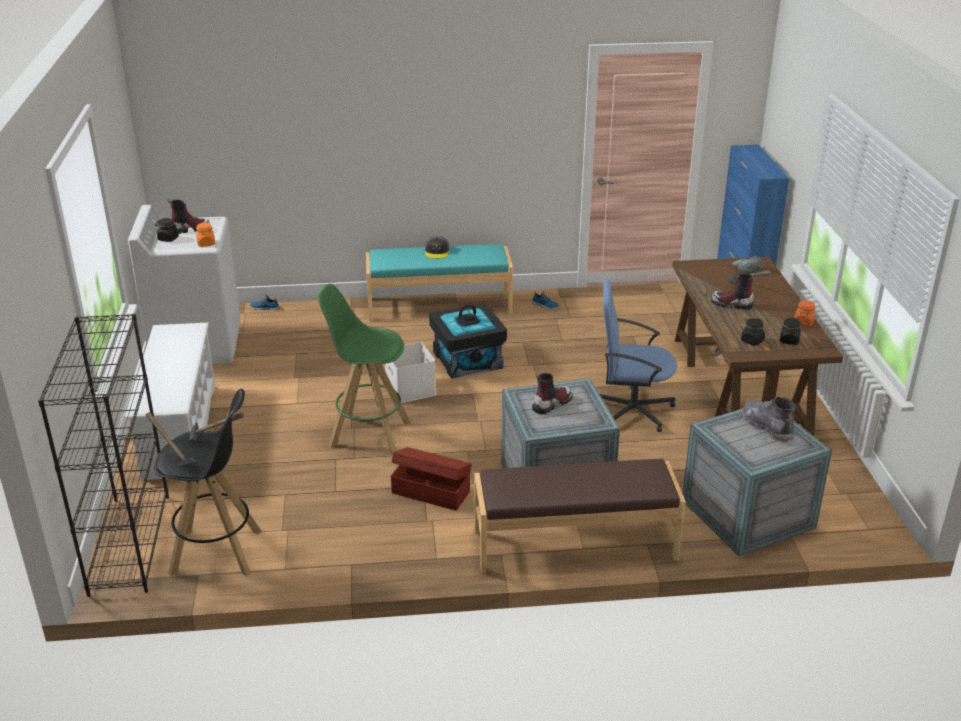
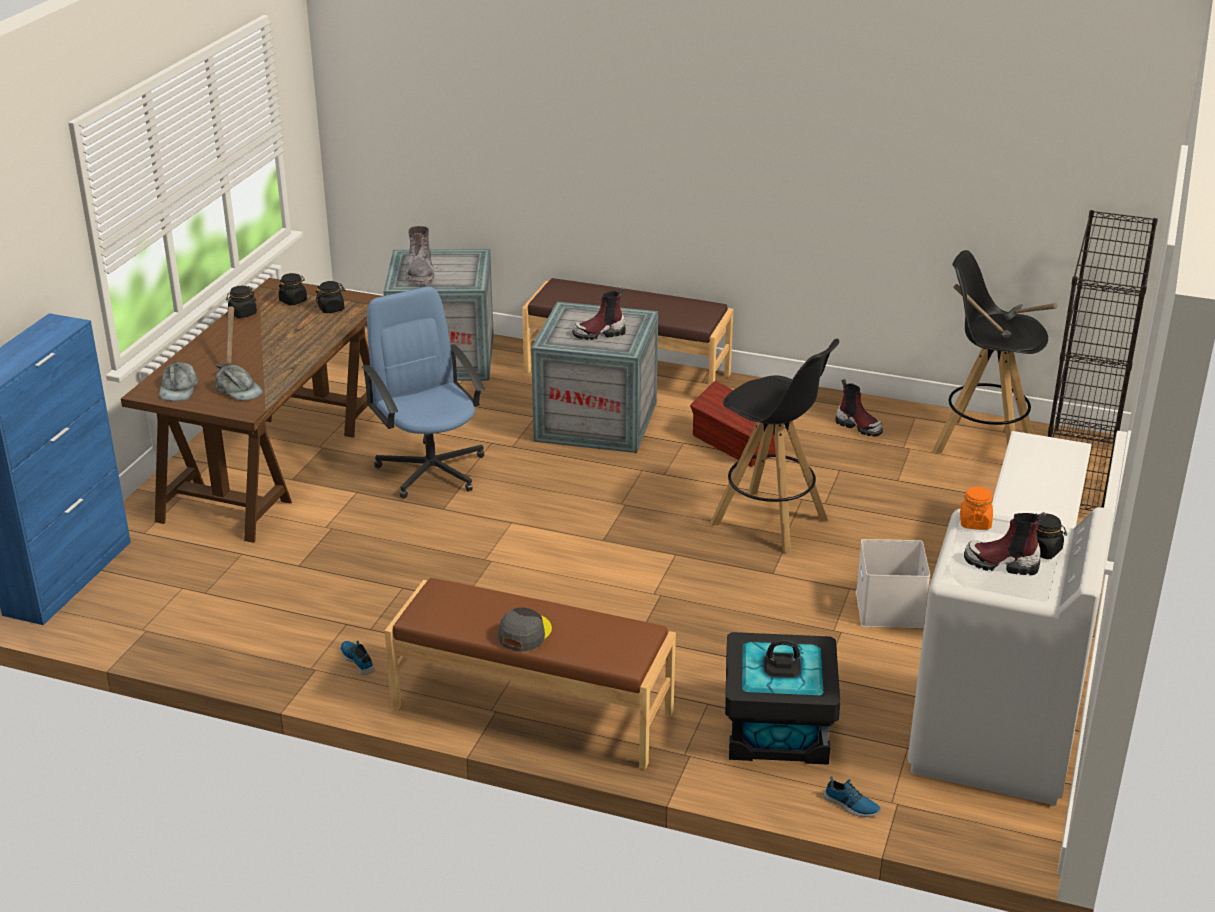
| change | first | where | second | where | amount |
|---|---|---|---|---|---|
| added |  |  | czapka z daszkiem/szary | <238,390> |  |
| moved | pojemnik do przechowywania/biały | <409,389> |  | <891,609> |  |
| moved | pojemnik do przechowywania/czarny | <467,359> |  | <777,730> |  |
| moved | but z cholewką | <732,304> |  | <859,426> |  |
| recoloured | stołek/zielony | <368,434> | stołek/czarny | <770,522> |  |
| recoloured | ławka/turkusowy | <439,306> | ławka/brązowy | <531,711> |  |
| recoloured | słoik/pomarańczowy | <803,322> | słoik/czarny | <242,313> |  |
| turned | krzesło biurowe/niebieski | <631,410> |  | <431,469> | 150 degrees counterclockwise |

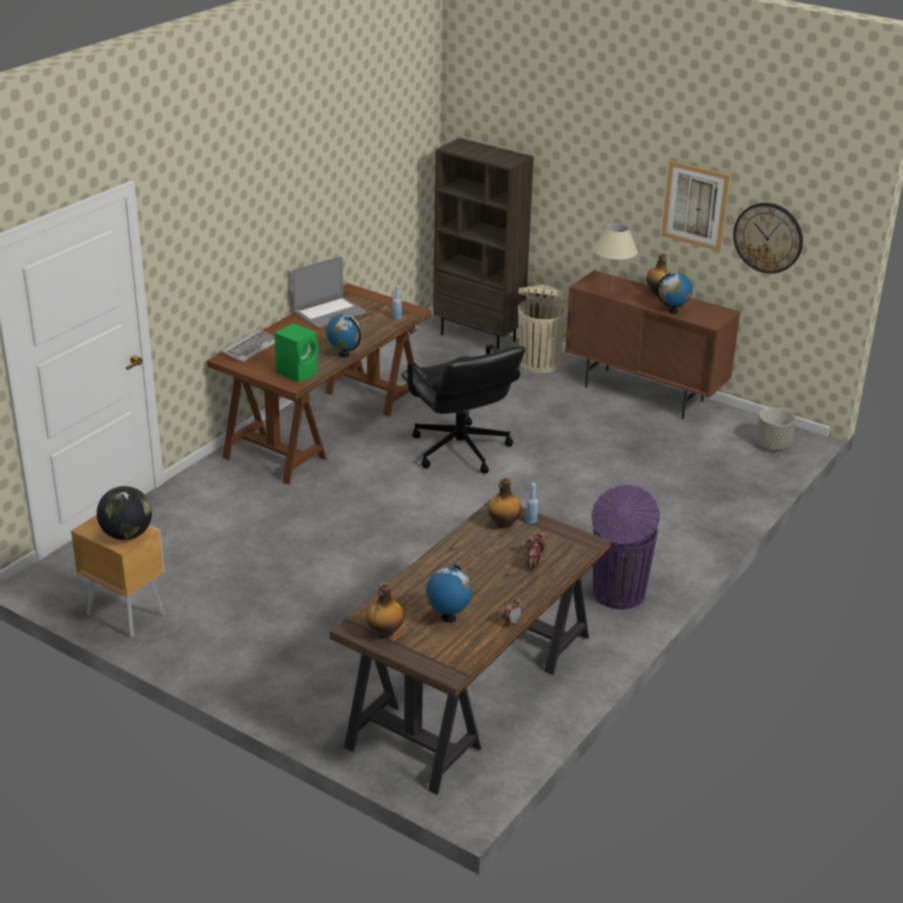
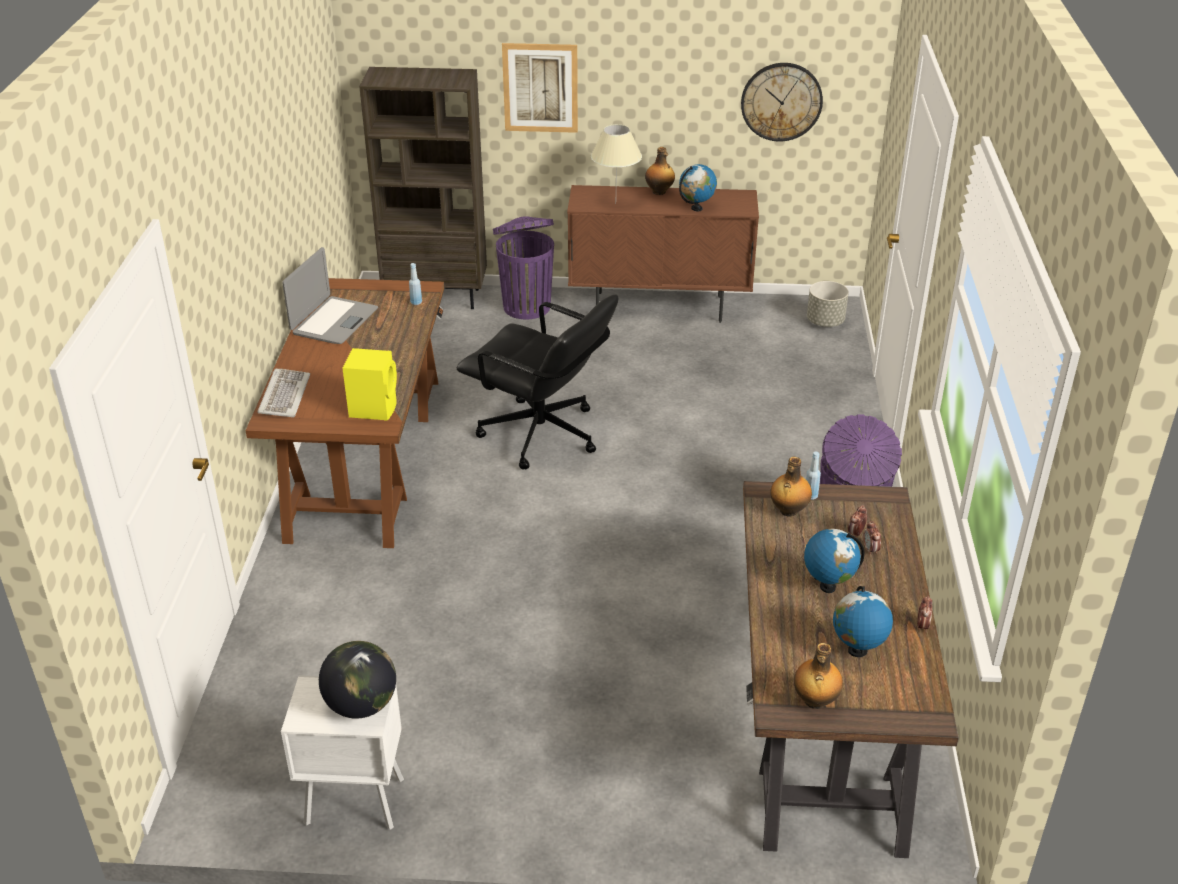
| change | first | where | second | where | amount |
|---|---|---|---|---|---|
| moved | globus | <344,355> |  | <827,586> |  |
| moved | obraz | <695,205> |  | <540,88> |  |
| recoloured | szafka nocna/brązowy | <125,613> | szafka nocna/biały | <352,801> |  |
| recoloured | głośnik/zielony | <298,372> | głośnik/żółty | <374,408> |  |
| recoloured | kosz na śmieci/beżowy | <539,363> | kosz na śmieci/fioletowy | <526,306> |  |

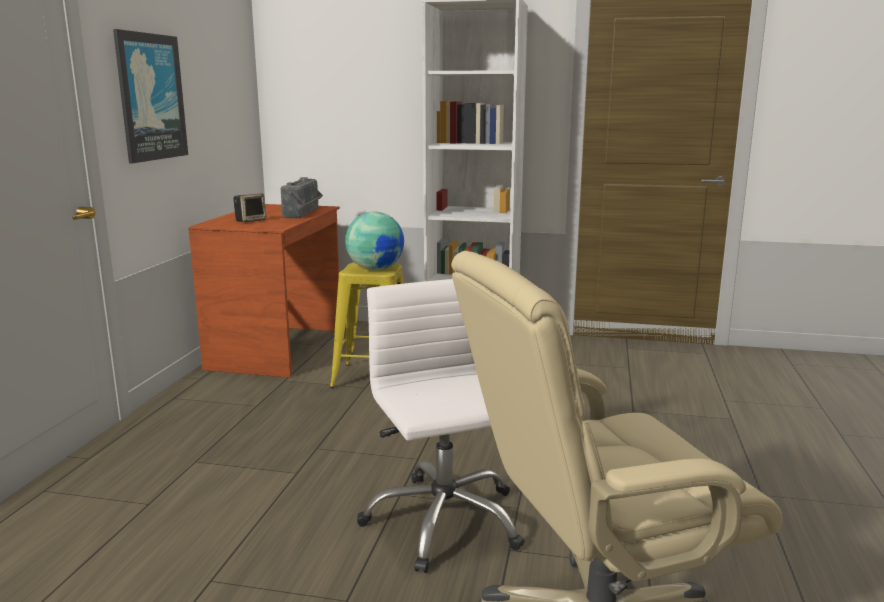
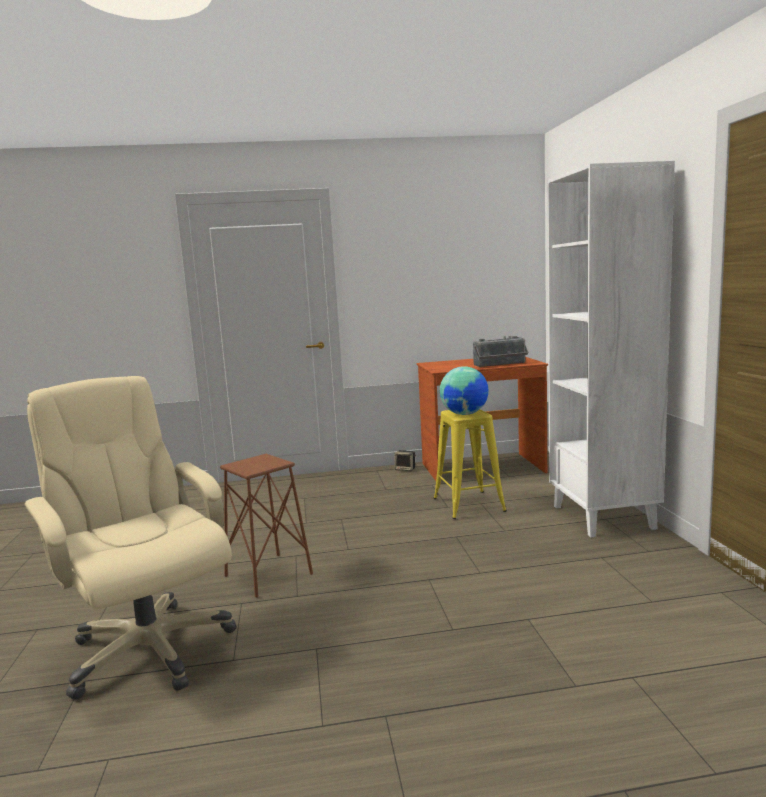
| change | first | where | second | where | amount |
|---|---|---|---|---|---|
| removed | obraz | <150,97> |  |  |  |
| moved | głośnik | <250,221> |  | <405,469> |  |
| replaced | krzesło biurowe/biały | <443,521> | stołek/brązowy | <268,575> |  |

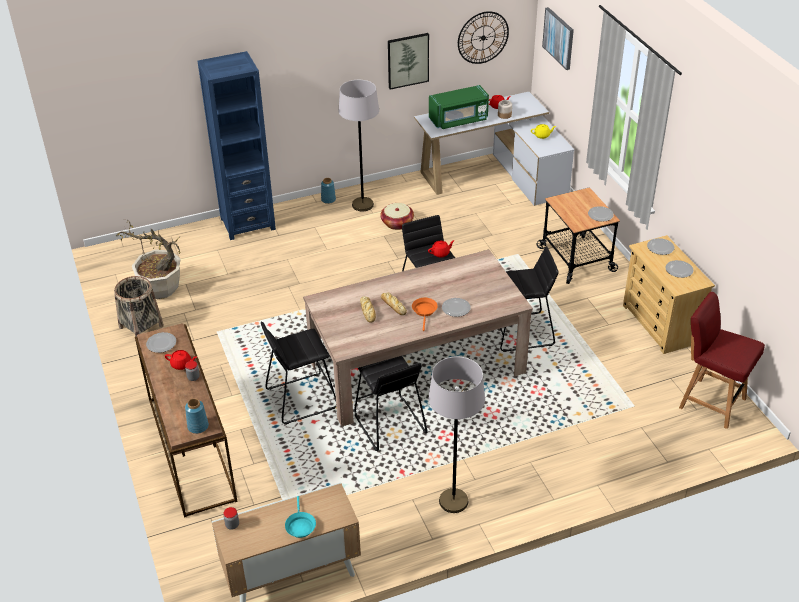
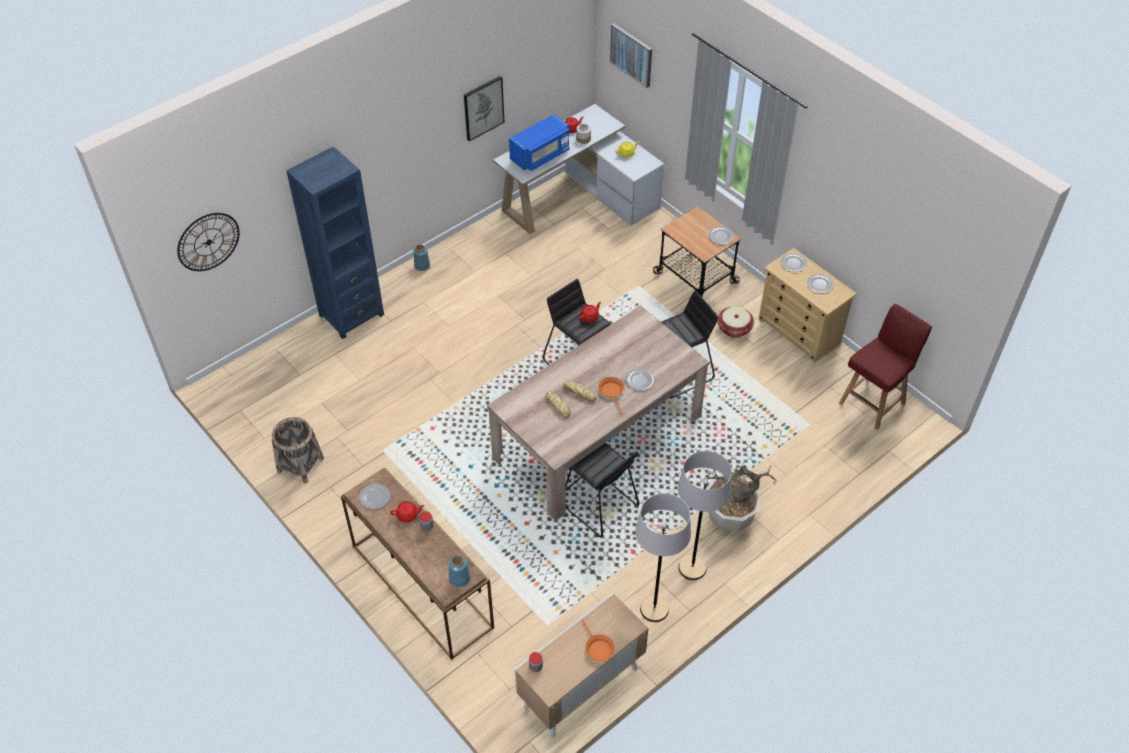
| change | first | where | second | where | amount |
|---|---|---|---|---|---|
| removed | stołek/czarny | <301,398> |  |  |  |
| moved | roślina doniczkowa | <161,289> |  | <729,517> |  |
| moved | lampa stojąca/szary | <362,205> |  | <654,609> |  |
| moved | koszyk | <397,223> |  | <734,328> |  |
| moved | zegar ścienny | <483,37> |  | <208,242> |  |
| recoloured | patelnia/turkusowy | <300,525> | patelnia/pomarańczowy | <598,648> |  |
| recoloured | mikrofalówka/zielony | <458,120> | mikrofalówka/niebieski | <540,155> |  |
| turned | krzesło/czerwony | <710,402> |  | <873,402> | 120 degrees clockwise |

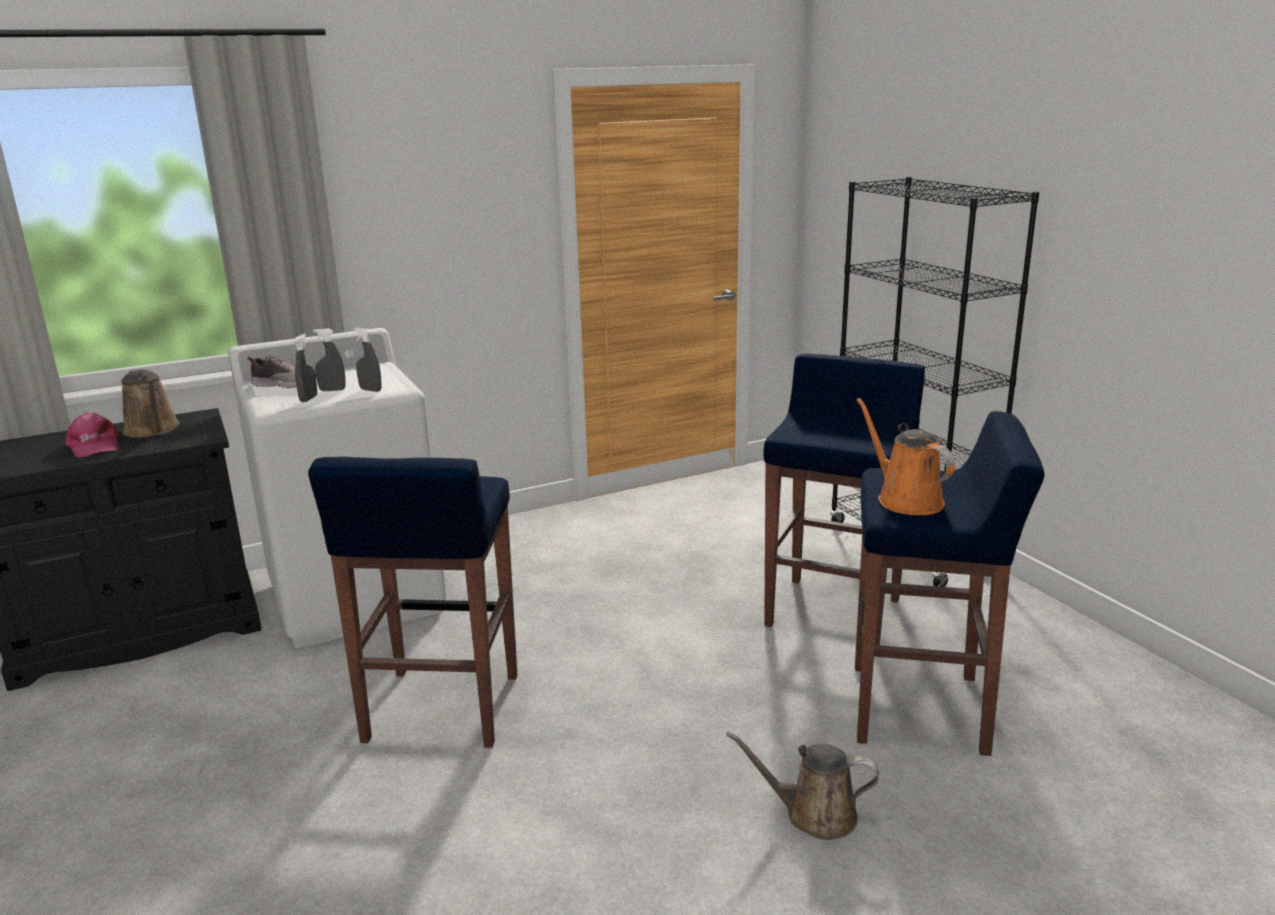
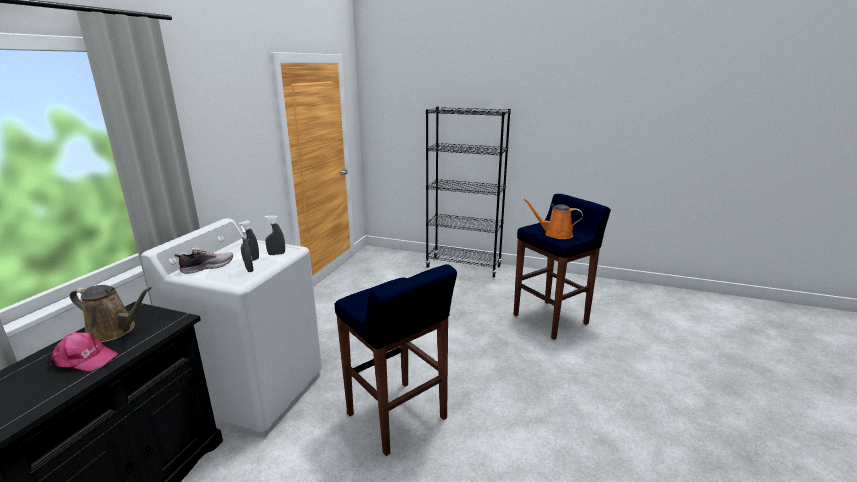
| change | first | where | second | where | amount |
|---|---|---|---|---|---|
| removed | konewka/brązowy | <813,814> |  |  |  |
| removed | stołek/niebieski | <834,611> |  |  |  |

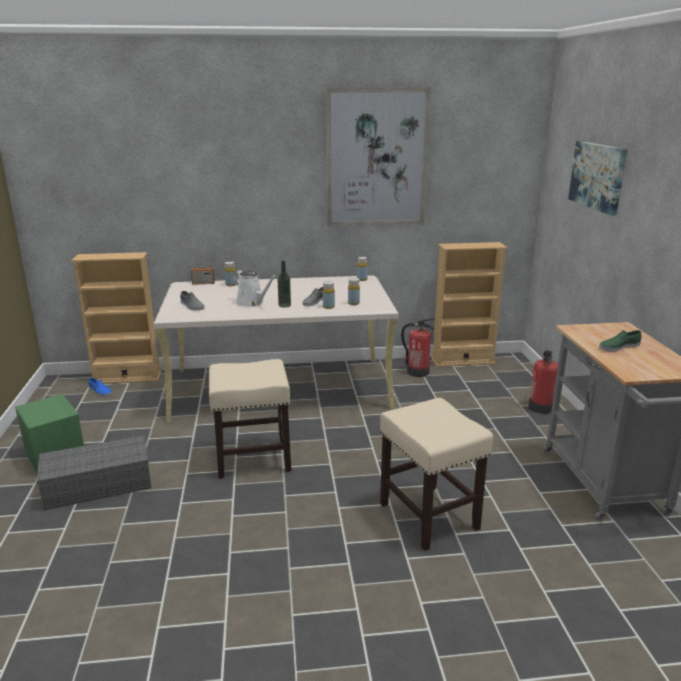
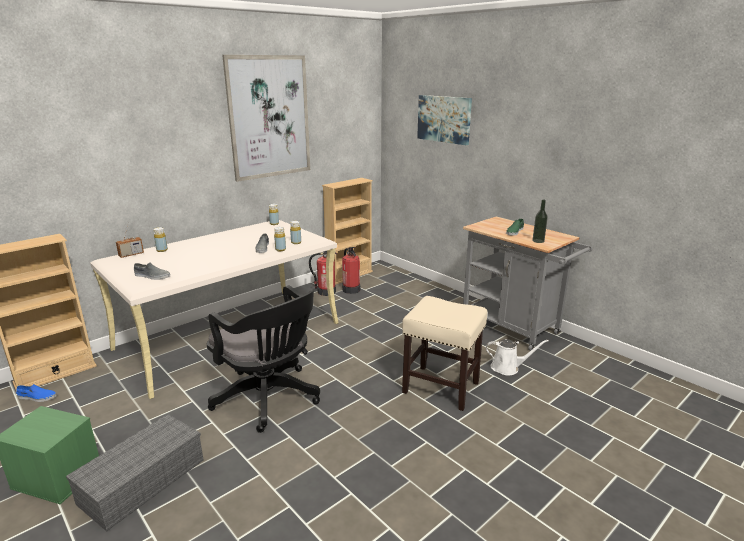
| change | first | where | second | where | amount |
|---|---|---|---|---|---|
| moved | konewka/biały | <252,303> |  | <507,368> |  |
| moved | butelka | <284,305> |  | <538,241> |  |
| moved | gaśnica | <541,407> |  | <351,289> |  |
| replaced | stołek/beżowy | <252,459> | krzesło biurowe/czarny | <269,399> |  |

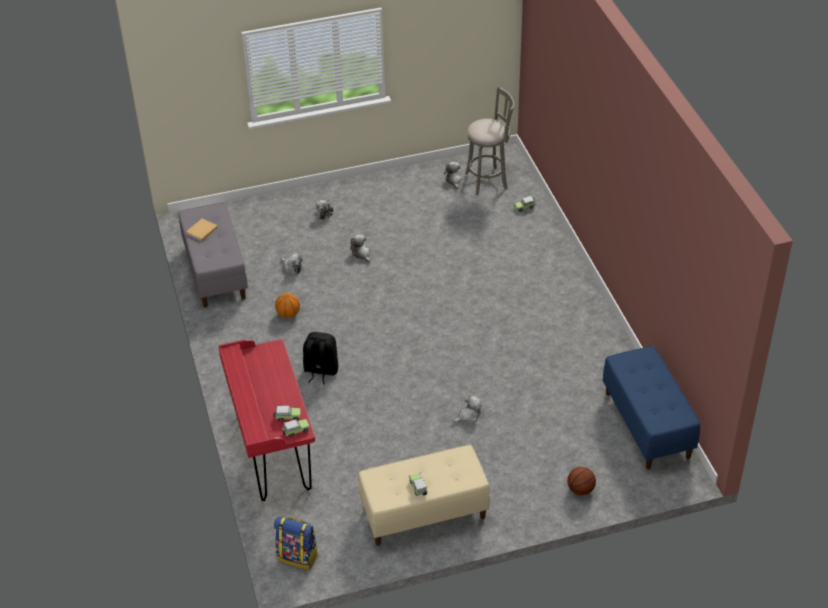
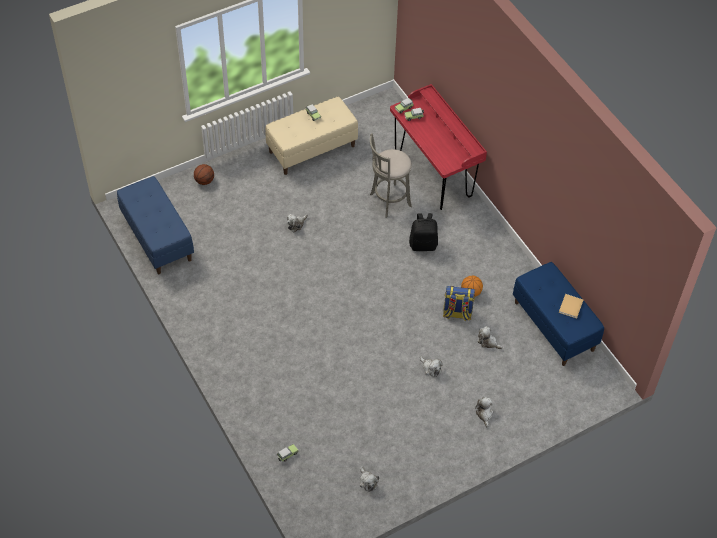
| change | first | where | second | where | amount |
|---|---|---|---|---|---|
| moved | plecak | <298,556> |  | <457,313> |  |
| moved | stołek/szary | <489,180> |  | <388,201> |  |
| recoloured | ławka/szary | <215,272> | ławka/niebieski | <554,326> |  |

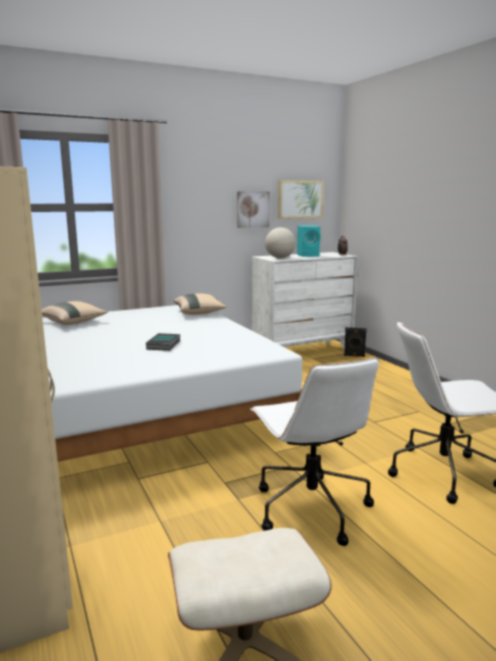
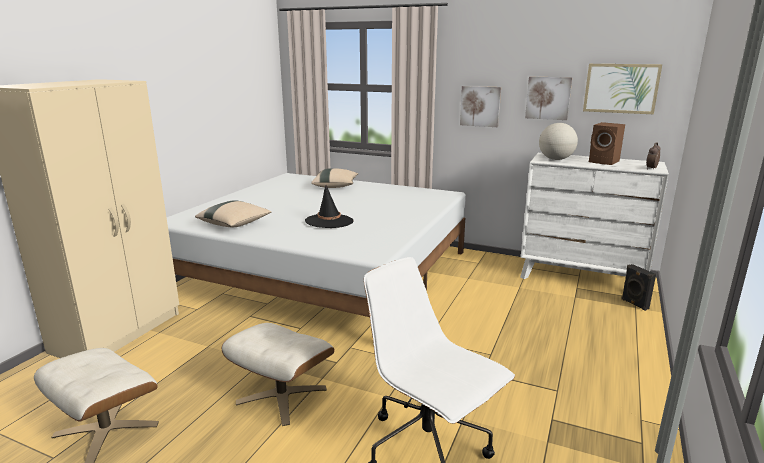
| change | first | where | second | where | amount |
|---|---|---|---|---|---|
| added |  |  | obraz | <480,106> |  |
| moved | poduszka/beżowy | <199,313> |  | <235,224> |  |
| replaced | książka | <164,345> | kapelusz/czarny | <329,221> |  |
| replaced | krzesło biurowe/biały | <310,507> | pufa/beżowy | <281,396> |  |
| recoloured | głośnik/turkusowy | <308,255> | głośnik/brązowy | <605,162> |  |

